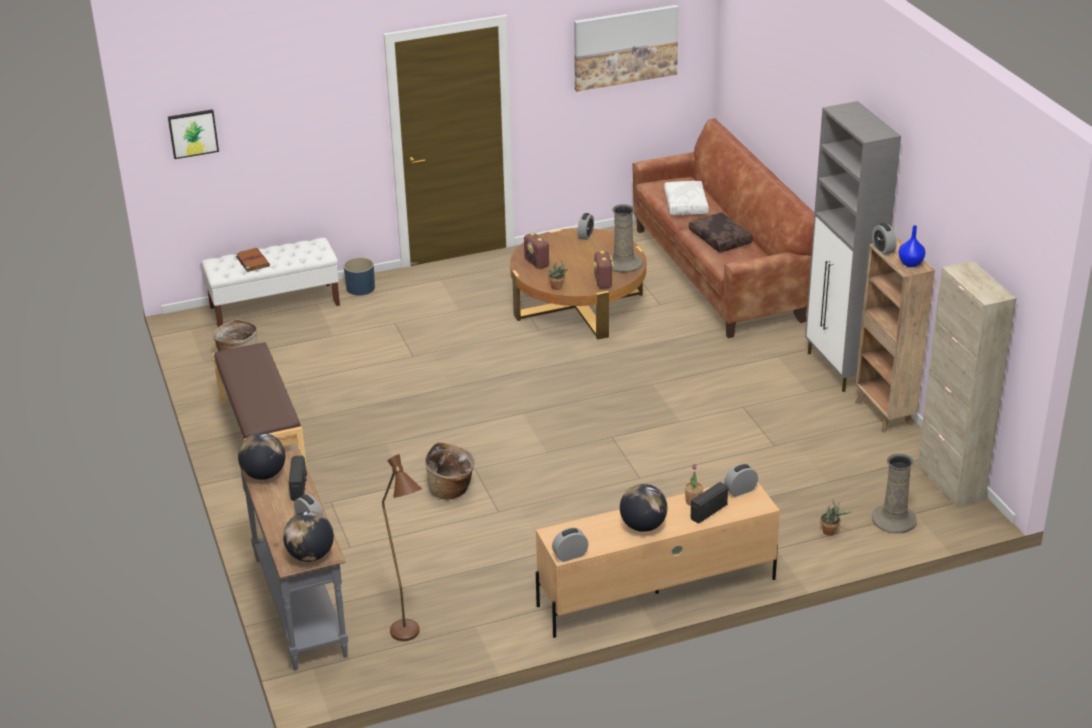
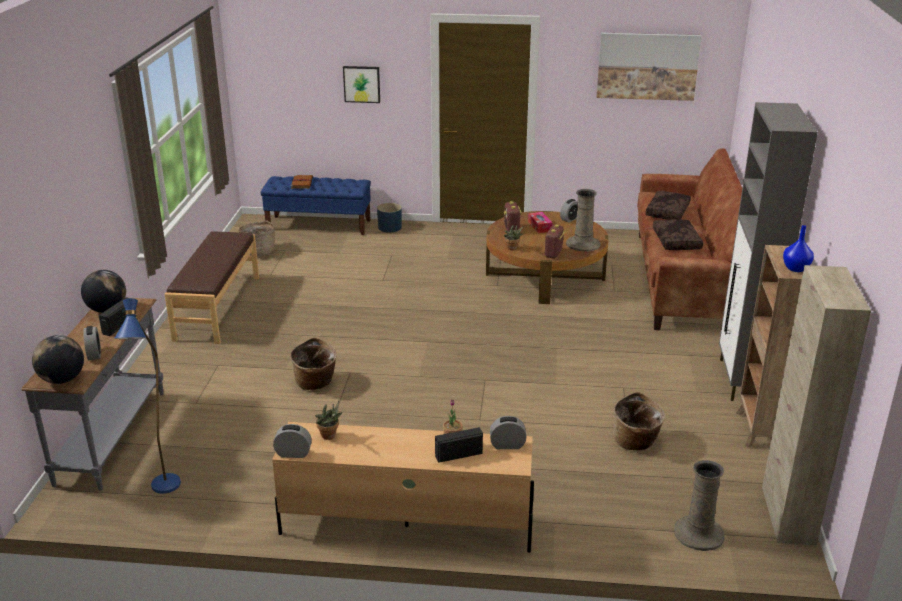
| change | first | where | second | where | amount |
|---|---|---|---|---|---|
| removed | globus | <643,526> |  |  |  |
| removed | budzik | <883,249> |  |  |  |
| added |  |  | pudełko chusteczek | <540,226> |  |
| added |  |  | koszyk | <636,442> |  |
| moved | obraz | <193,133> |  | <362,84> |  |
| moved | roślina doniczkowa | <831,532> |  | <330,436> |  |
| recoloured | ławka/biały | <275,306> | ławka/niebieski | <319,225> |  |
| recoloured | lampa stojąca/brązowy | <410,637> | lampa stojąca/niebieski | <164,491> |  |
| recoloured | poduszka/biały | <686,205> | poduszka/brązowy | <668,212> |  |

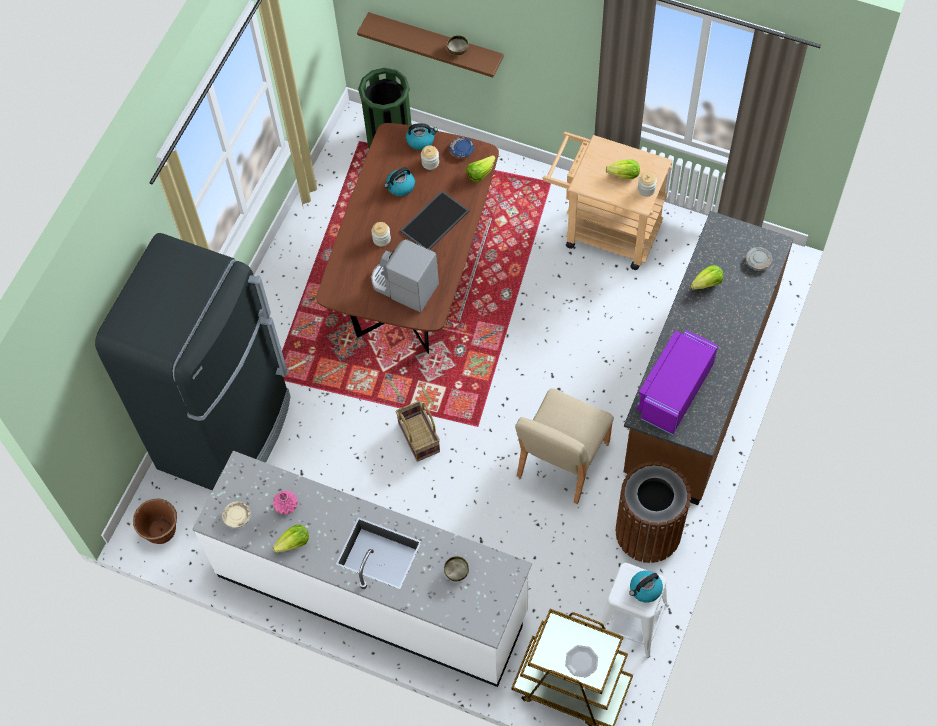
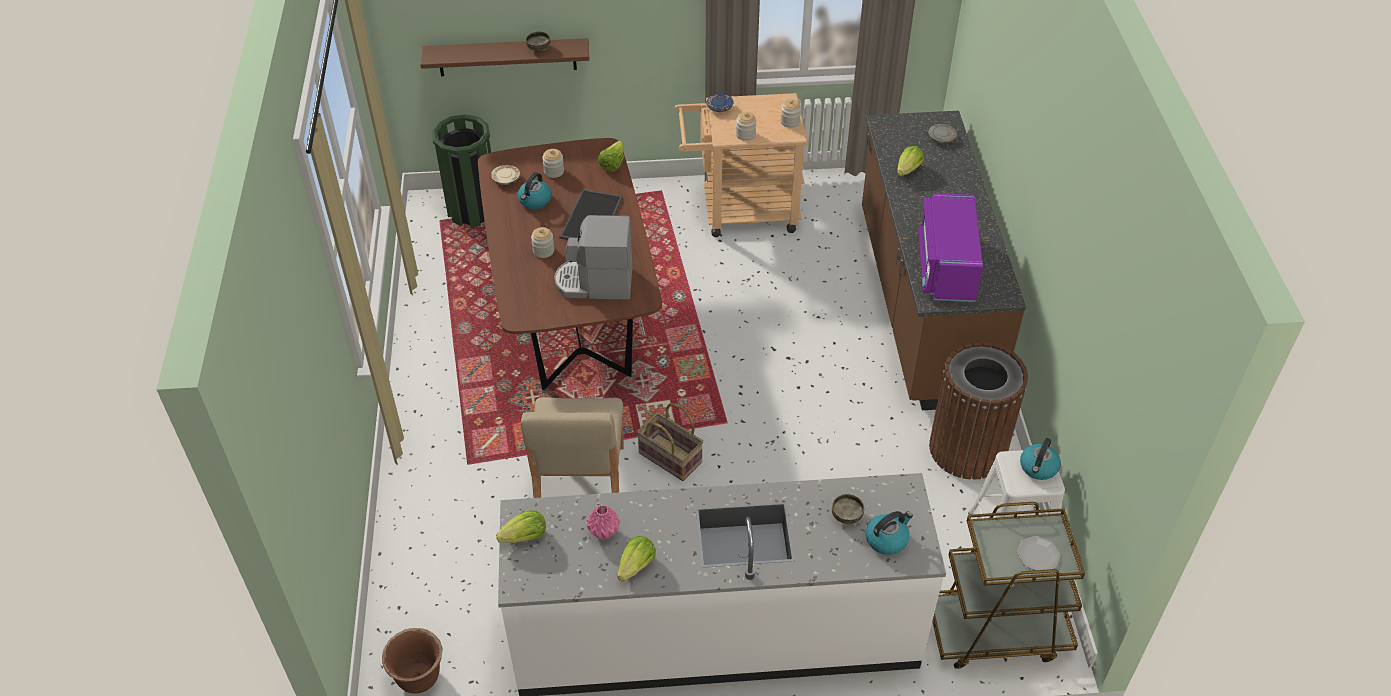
| change | first | where | second | where | amount |
|---|---|---|---|---|---|
| removed | lodówka/czarny | <226,433> |  |  |  |
| added |  |  | słoik | <745,134> |  |
| moved | talerz/beżowy | <237,516> |  | <506,179> |  |
| moved | czajnik | <421,140> |  | <887,539> |  |
| moved | talerz/niebieski | <461,150> |  | <719,107> |  |
| moved | krzesło/beżowy | <562,459> |  | <579,483> |  |
| moved | sałata | <624,175> |  | <525,537> |  |

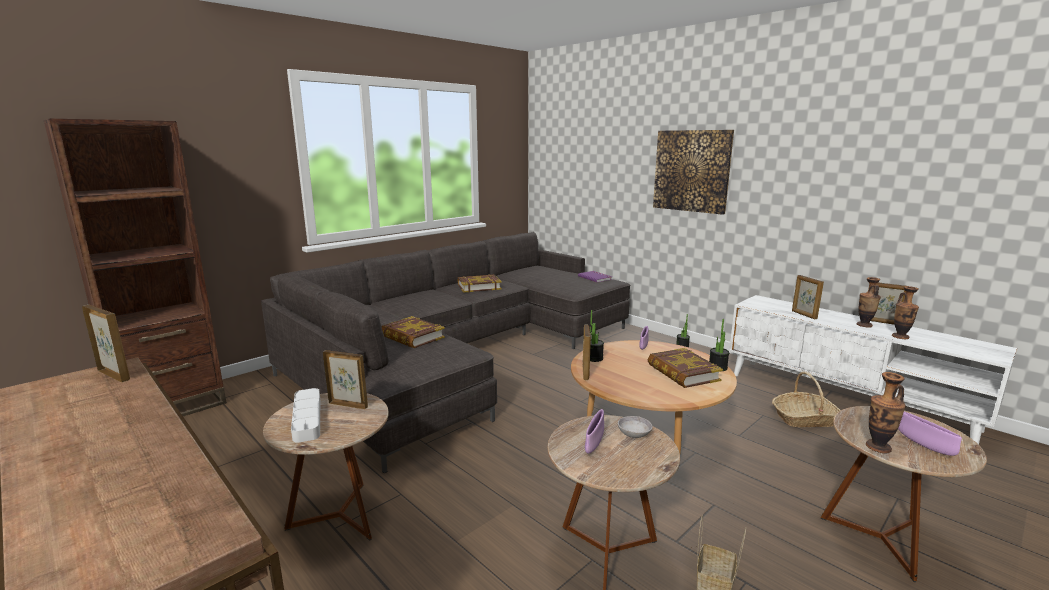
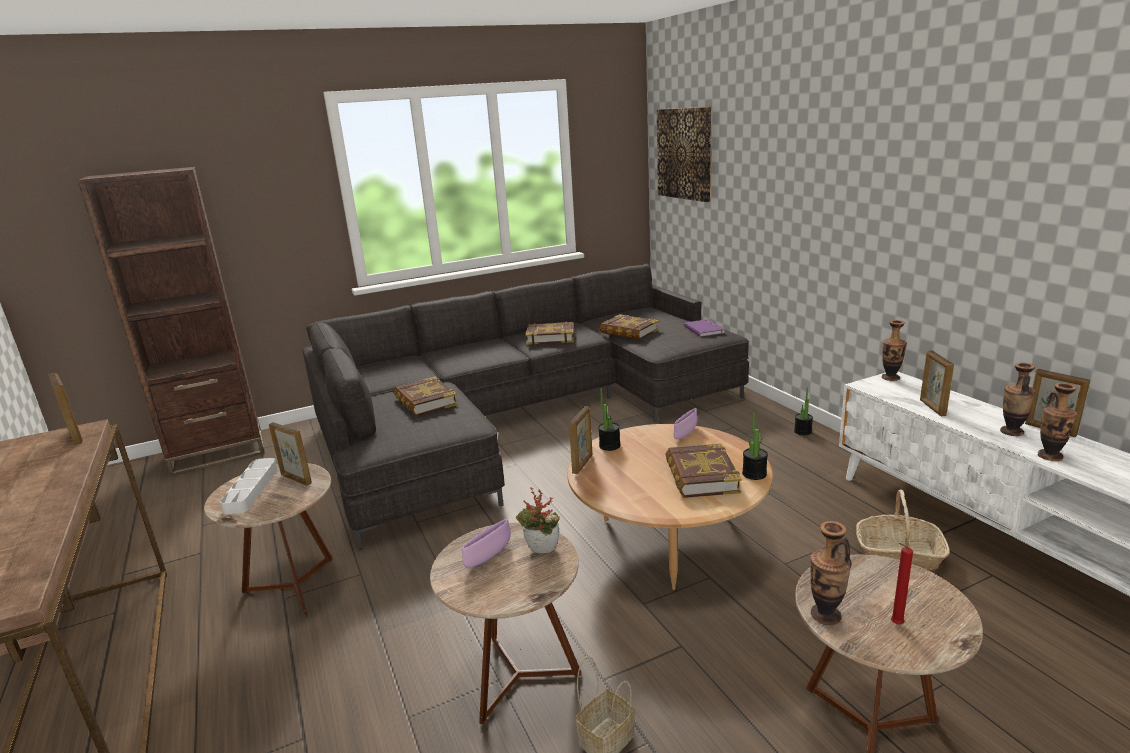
| change | first | where | second | where | amount |
|---|---|---|---|---|---|
| added |  |  | książka | <629,331> |  |
| added |  |  | wazon | <890,378> |  |
| moved | obraz | <691,171> |  | <685,154> |  |
| replaced | miska/szary | <634,434> | roślina doniczkowa | <541,552> |  |
| replaced | miska/fioletowy | <924,446> | świeca/czerwony | <894,624> |  |

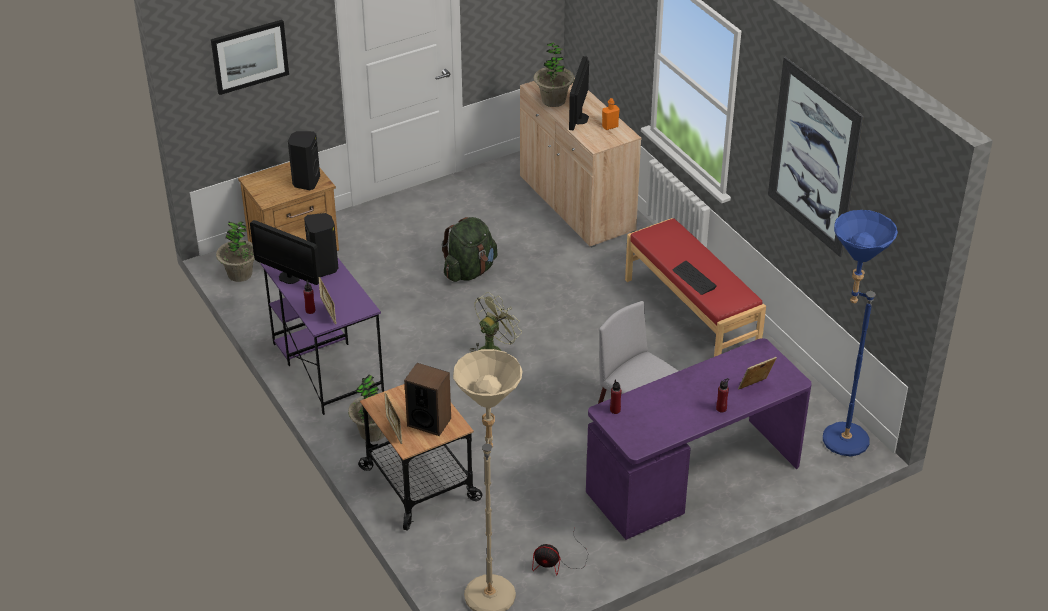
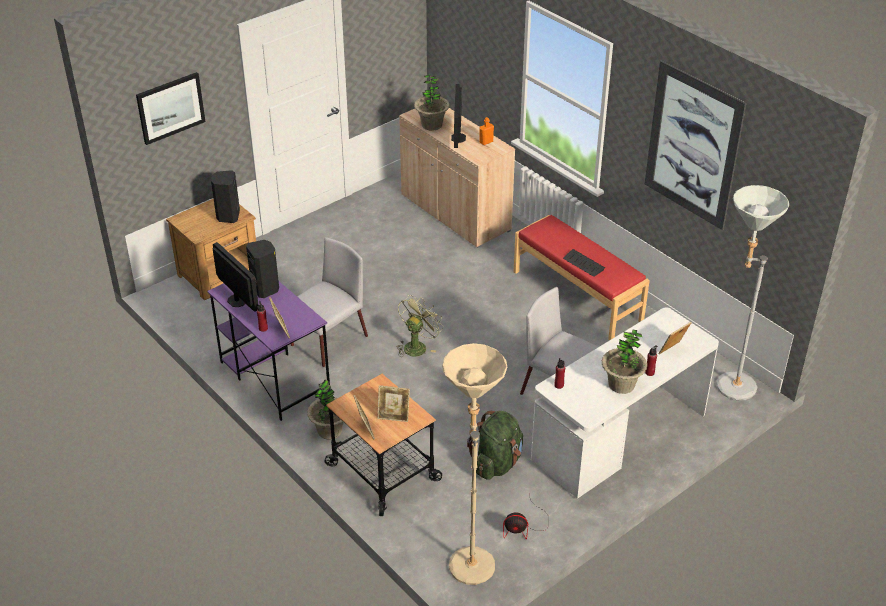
| change | first | where | second | where | amount |
|---|---|---|---|---|---|
| added |  |  | krzesło/szary | <328,341> |  |
| moved | roślina doniczkowa | <240,274> |  | <621,384> |  |
| moved | plecak/zielony | <470,271> |  | <497,463> |  |
| replaced | głośnik | <429,422> | ramka na zdjęcie | <394,416> |  |
| recoloured | biurko/fioletowy | <694,479> | biurko/biały | <620,437> |  |
| recoloured | lampa stojąca/niebieski | <835,437> | lampa stojąca/szary | <727,385> |  |
| turned | monitor | <289,277> |  | <237,301> | 150 degrees counterclockwise |

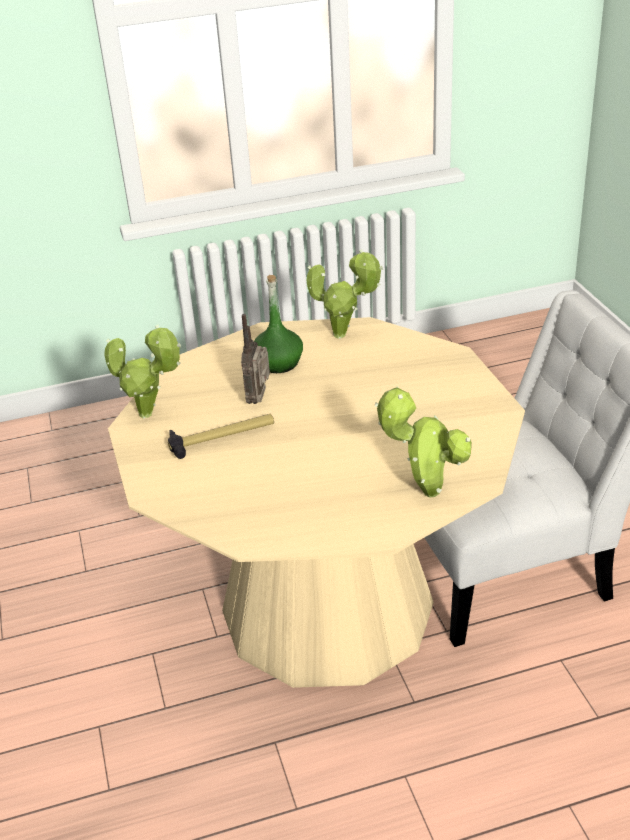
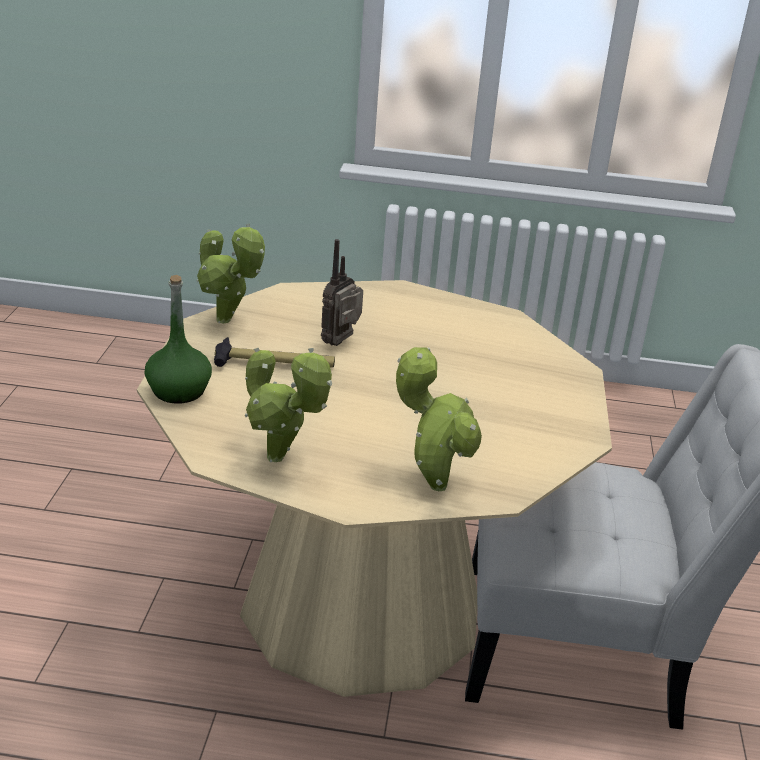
| change | first | where | second | where | amount |
|---|---|---|---|---|---|
| moved | butelka/zielony | <279,363> |  | <179,391> |  |
| moved | roślina doniczkowa | <344,335> |  | <281,460> |  |

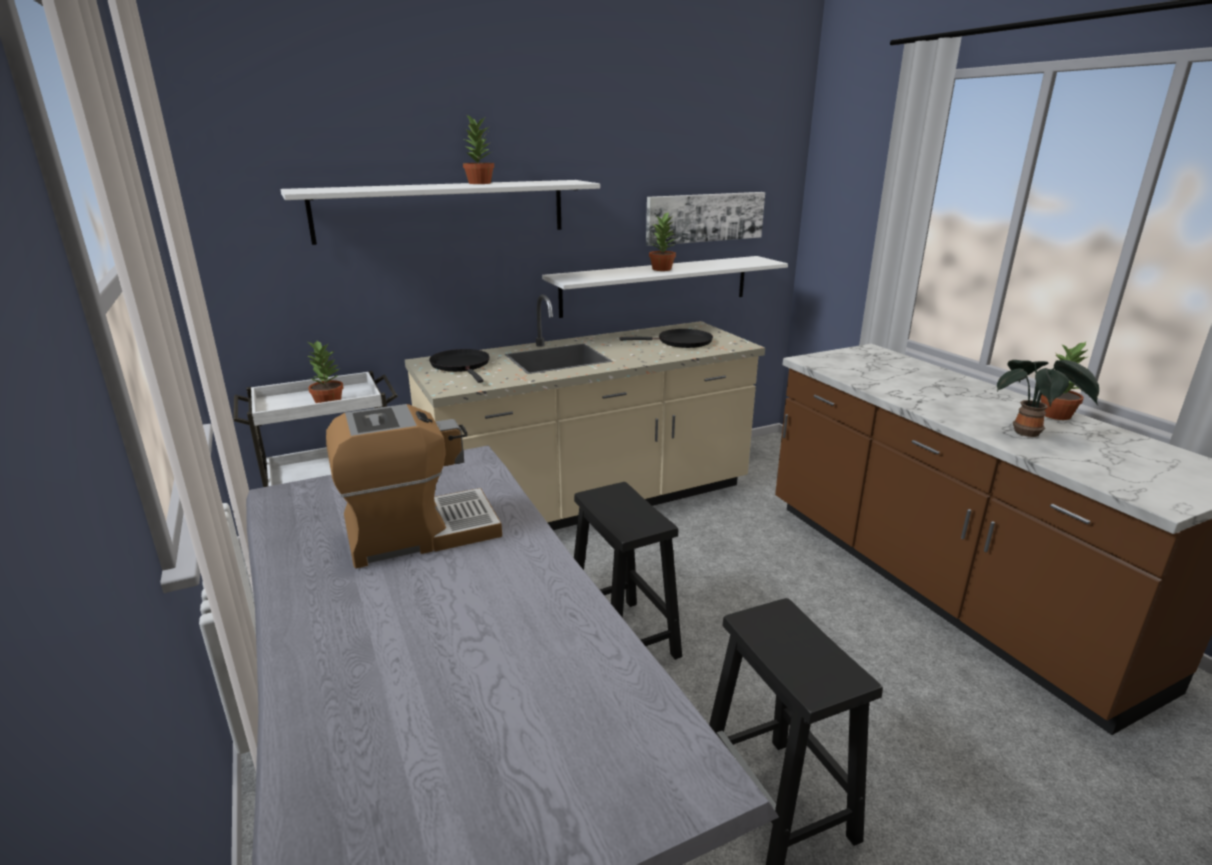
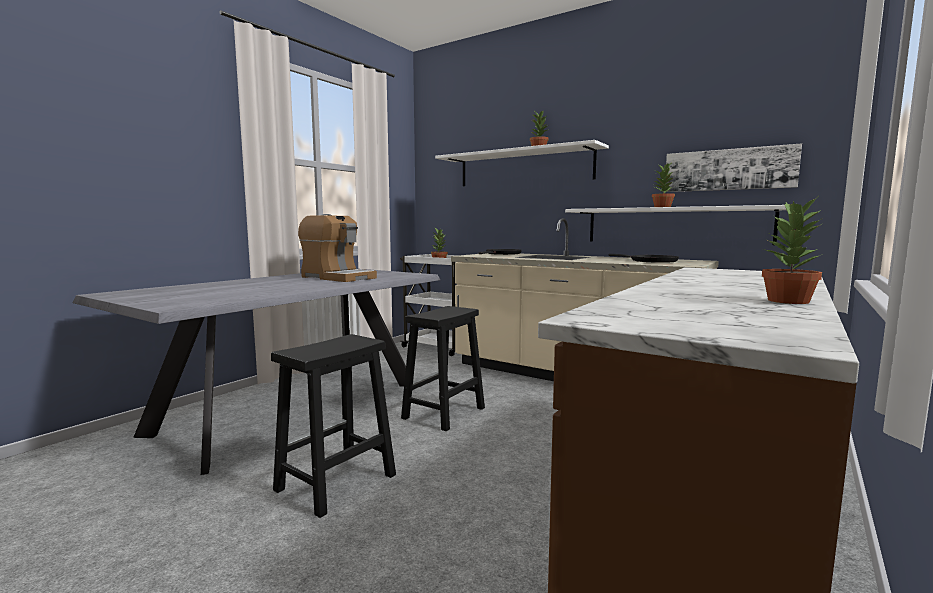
| change | first | where | second | where | amount |
|---|---|---|---|---|---|
| removed | roślina doniczkowa | <1030,434> |  |  |  |

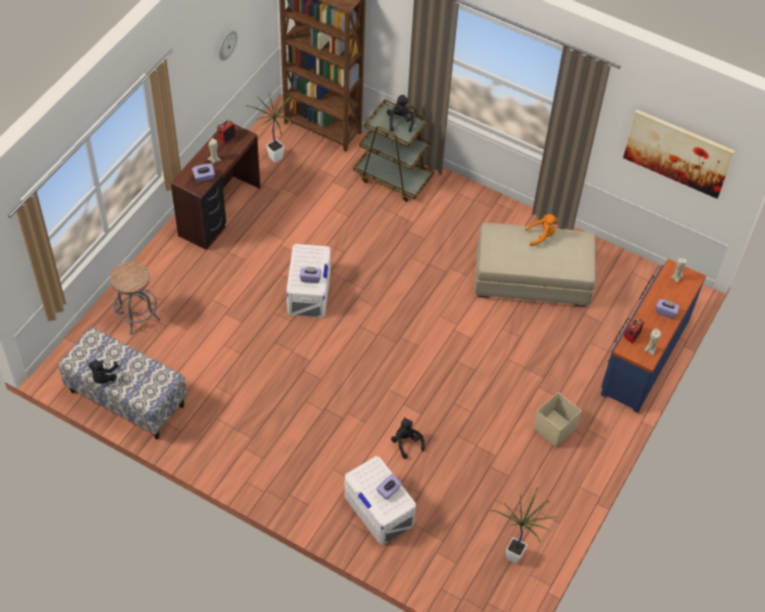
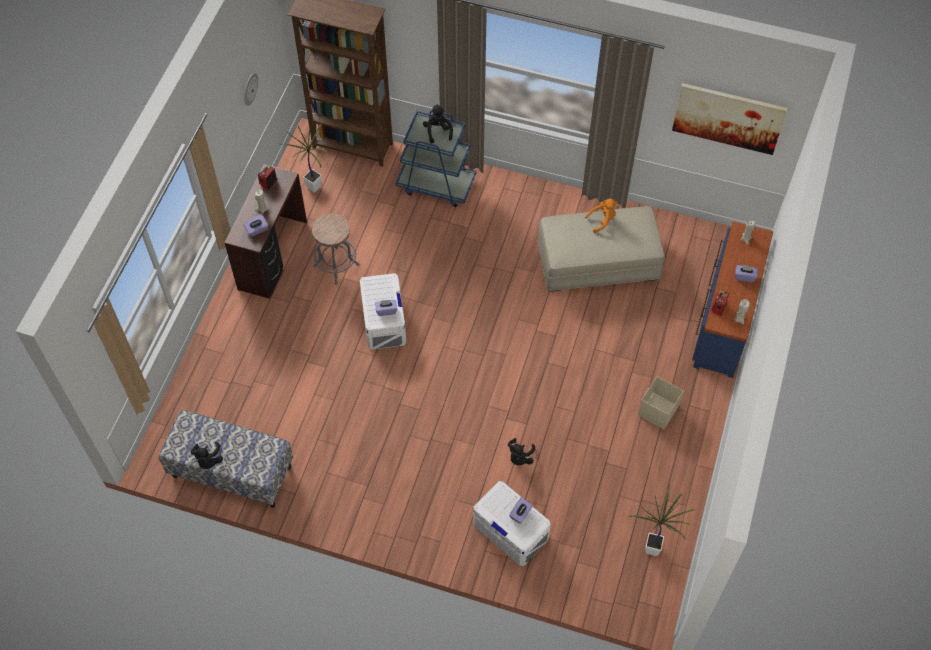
| change | first | where | second | where | amount |
|---|---|---|---|---|---|
| moved | stołek/szary | <137,316> |  | <336,265> |  |
| recoloured | wózek/brązowy | <393,178> | wózek/niebieski | <436,184> |  |
| turned | pluszak/czarny | <406,443> |  | <519,457> | 120 degrees counterclockwise |

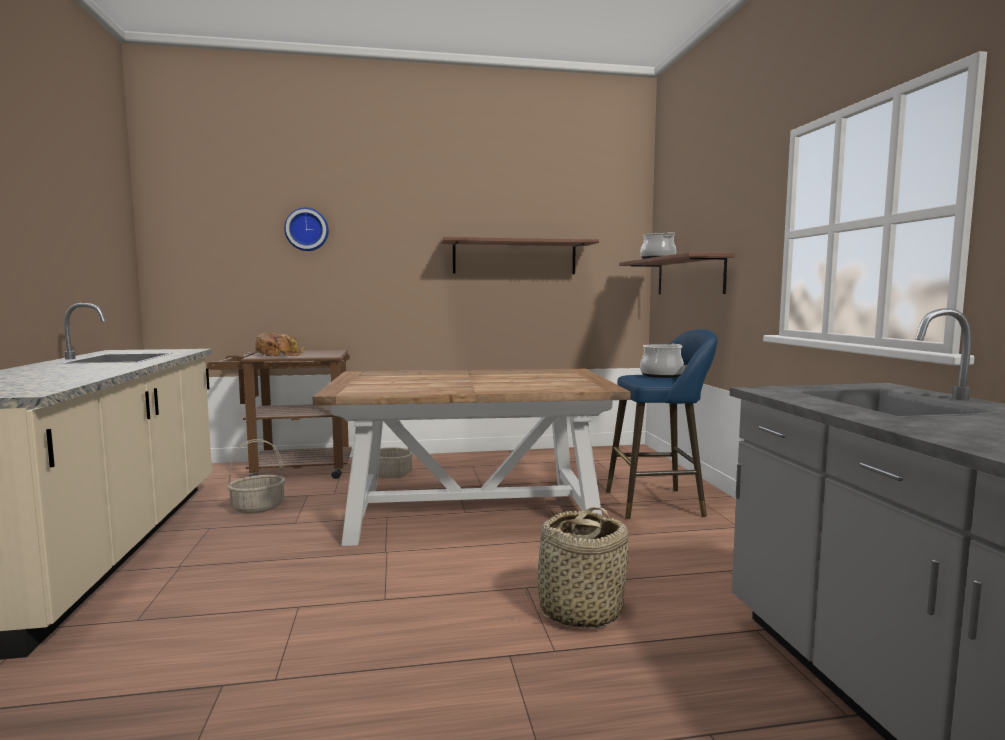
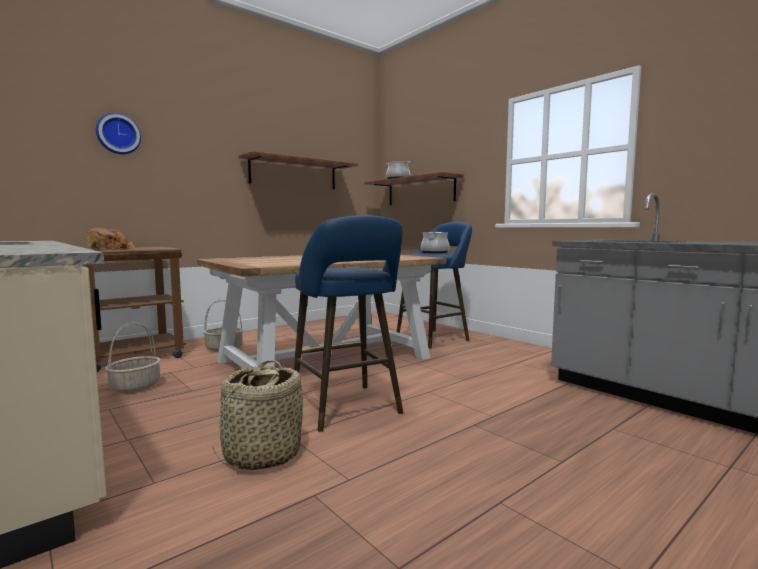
| change | first | where | second | where | amount |
|---|---|---|---|---|---|
| added |  |  | stołek/niebieski | <348,409> |  |
| moved | koszyk | <579,611> |  | <261,455> |  |

